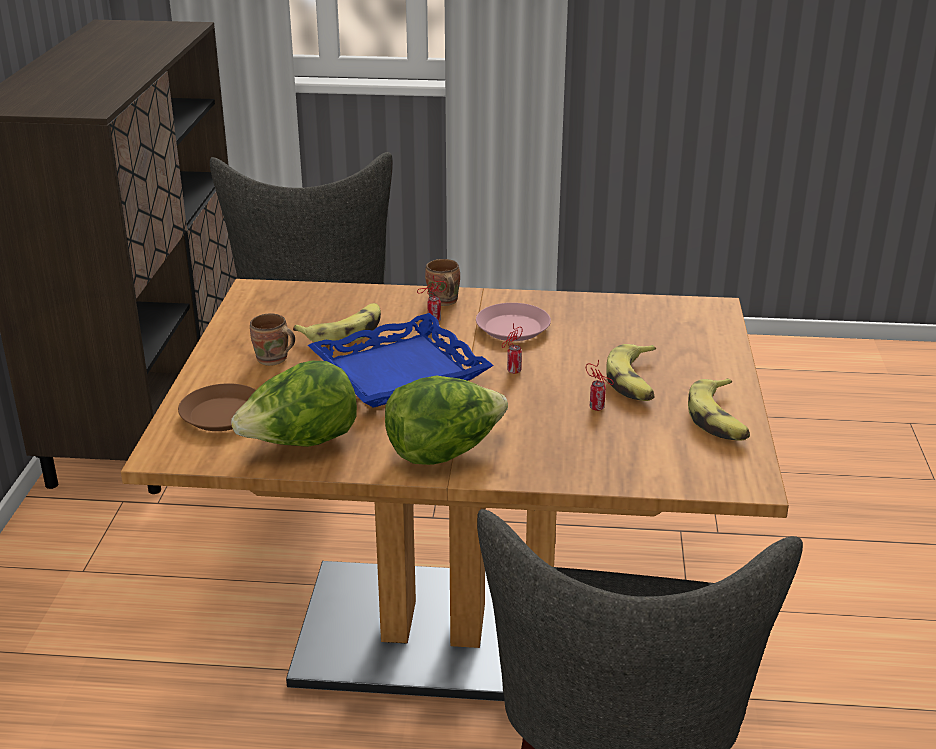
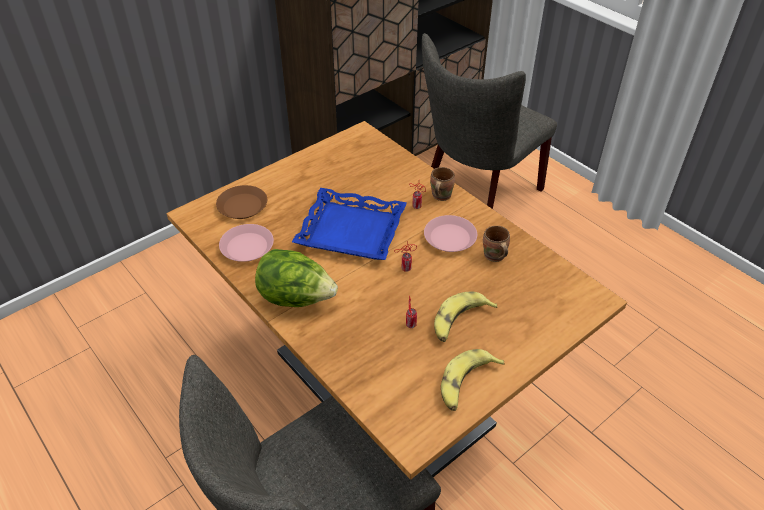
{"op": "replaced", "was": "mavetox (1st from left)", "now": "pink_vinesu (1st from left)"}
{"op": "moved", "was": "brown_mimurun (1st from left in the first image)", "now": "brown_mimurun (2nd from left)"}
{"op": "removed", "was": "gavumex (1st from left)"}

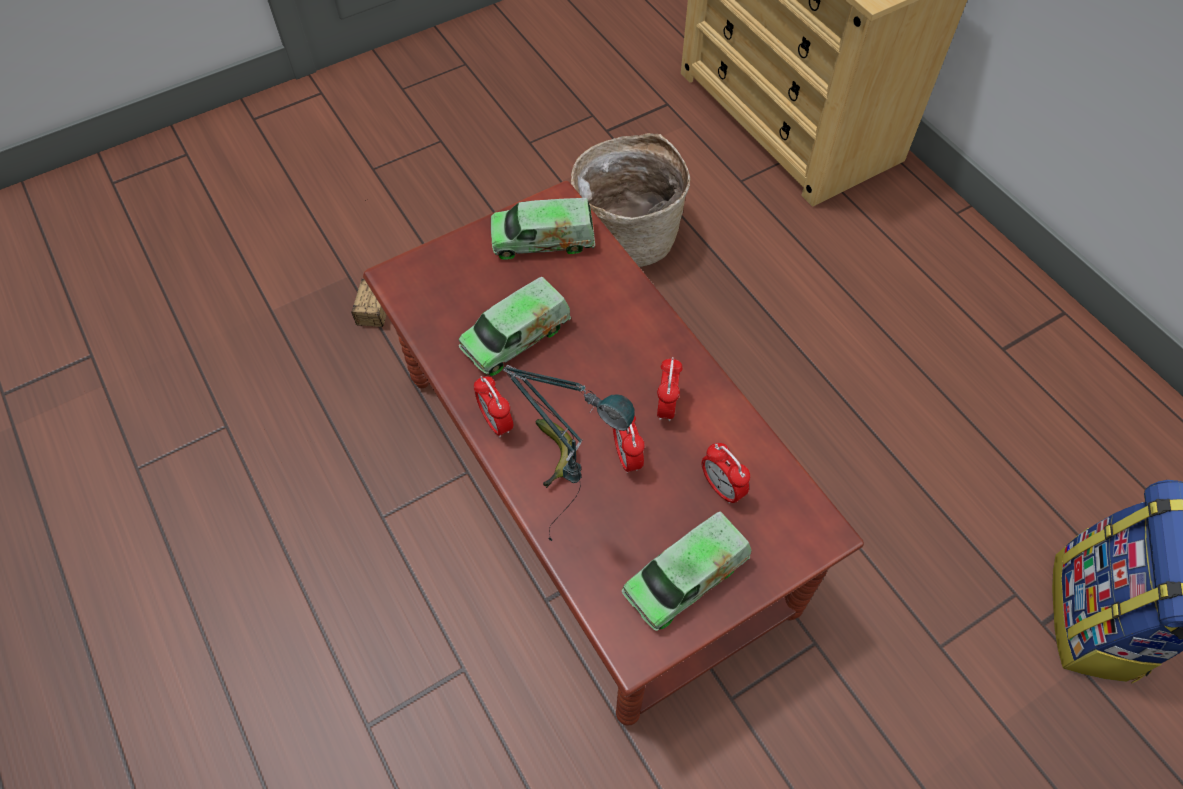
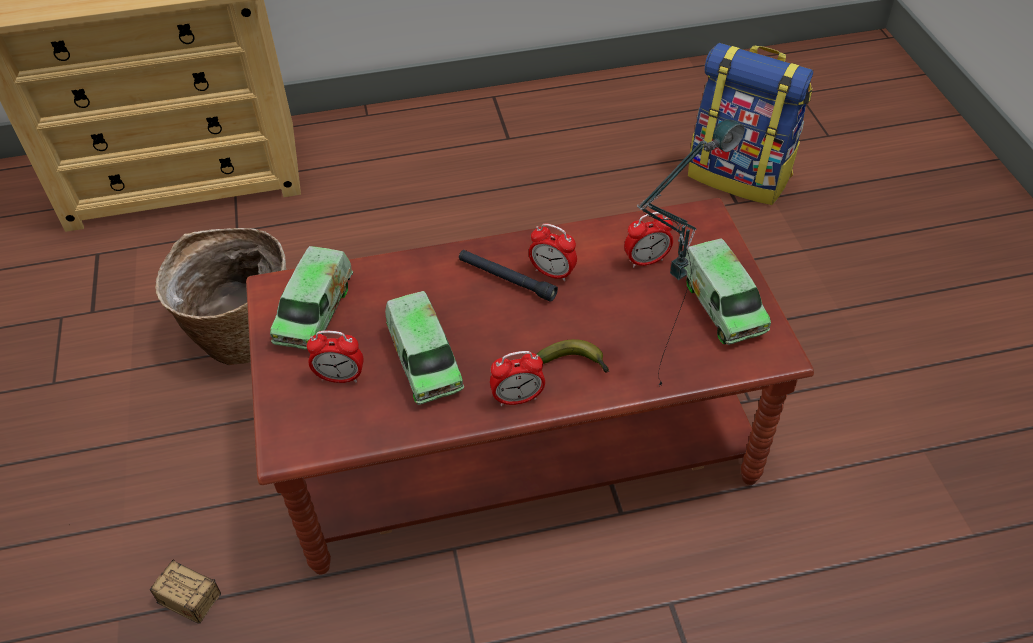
{"op": "moved", "was": "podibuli (2nd from left in the first image)", "now": "podibuli (1st from left)"}
{"op": "added", "now": "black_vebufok"}

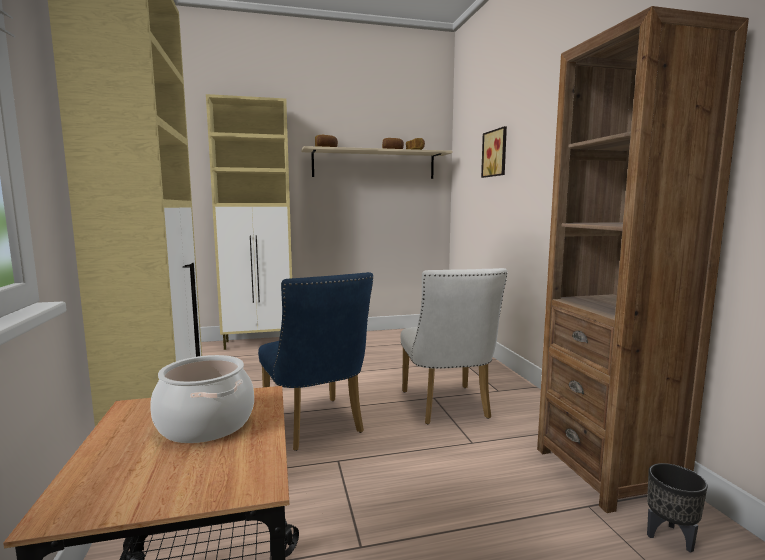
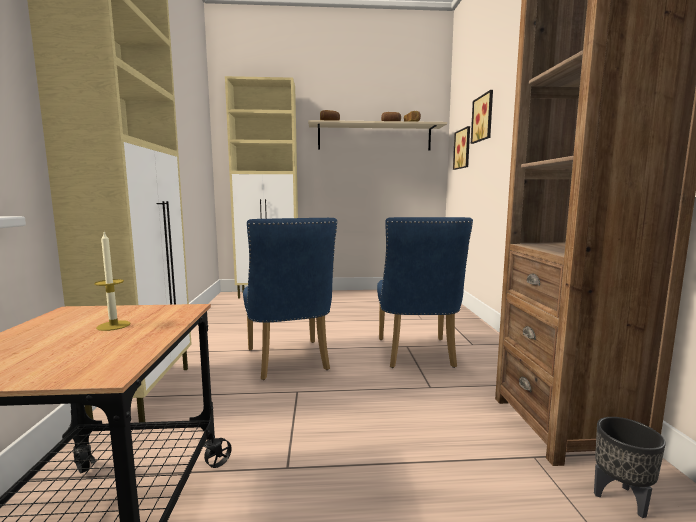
{"op": "replaced", "was": "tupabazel", "now": "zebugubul"}
{"op": "recoloured", "was": "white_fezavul", "now": "blue_fezavul (2nd from left)"}
{"op": "added", "now": "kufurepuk (1st from left)"}

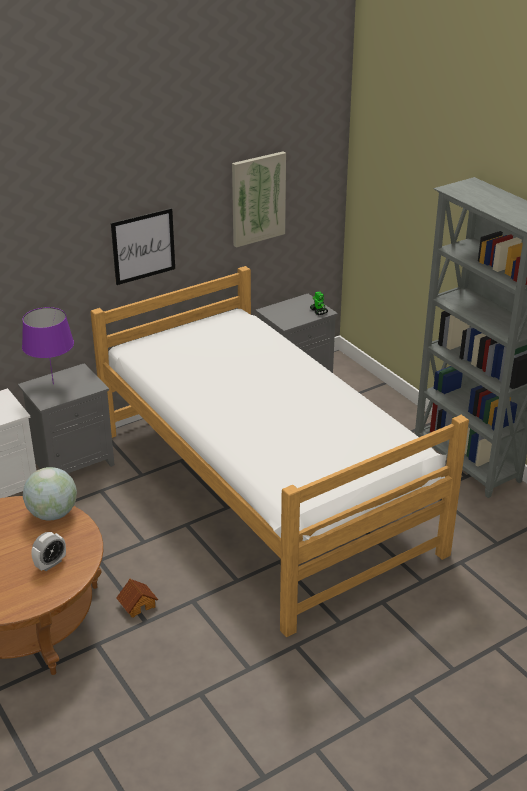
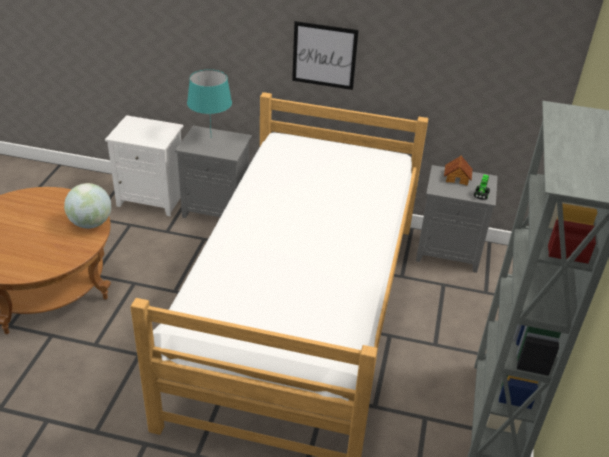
{"op": "recoloured", "was": "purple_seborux", "now": "turquoise_seborux"}
{"op": "removed", "was": "podibuli"}
{"op": "moved", "was": "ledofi"}
{"op": "removed", "was": "kufurepuk (2nd from left)"}

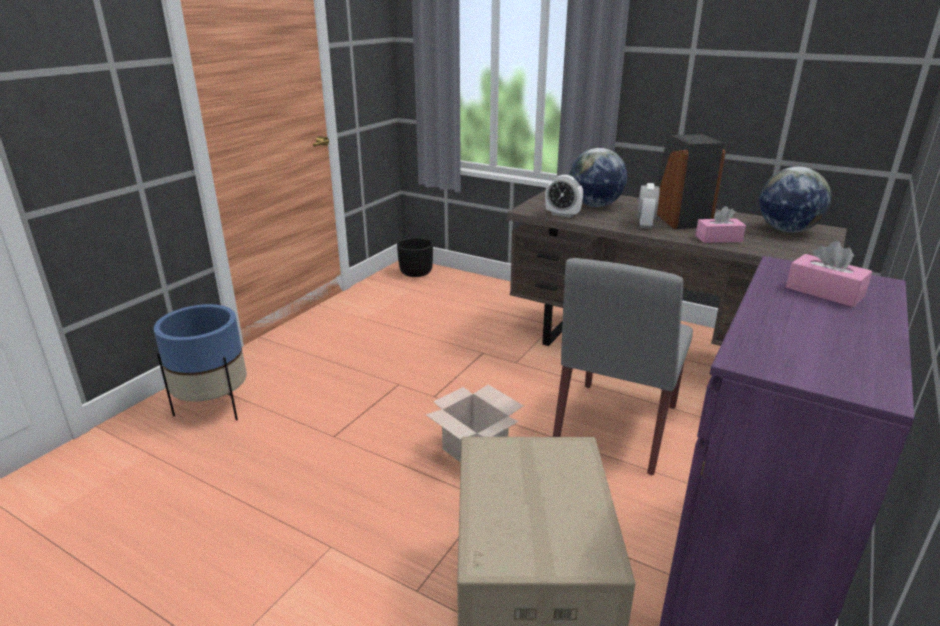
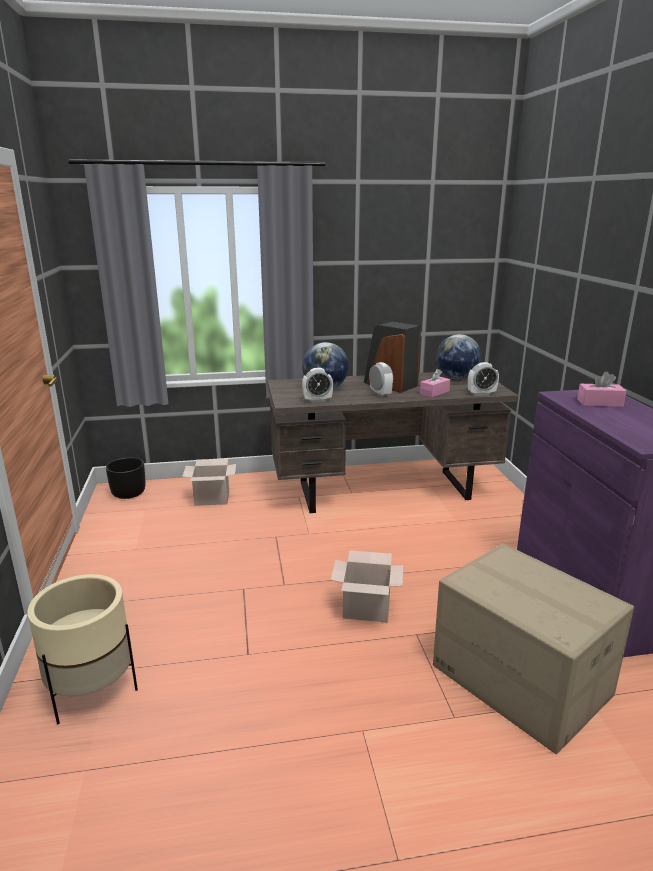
{"op": "recoloured", "was": "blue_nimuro", "now": "beige_nimuro"}
{"op": "removed", "was": "grey_fezavul"}
{"op": "added", "now": "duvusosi (1st from left)"}
{"op": "added", "now": "podibuli (3rd from left)"}

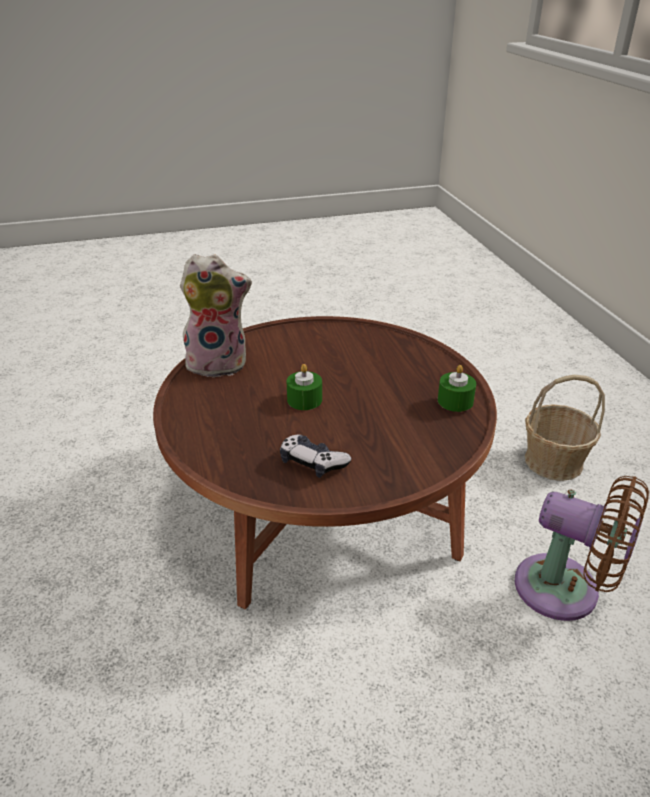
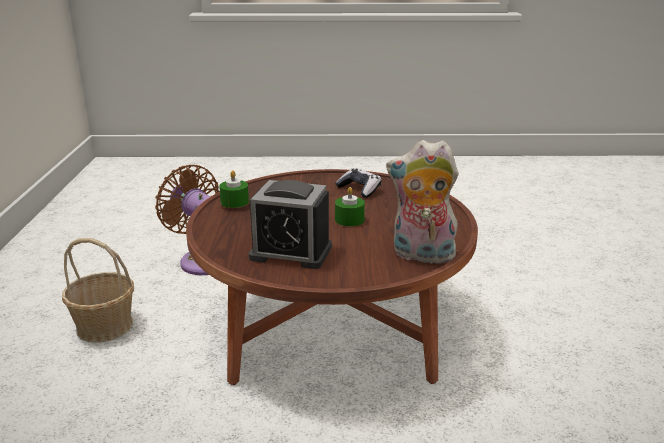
{"op": "added", "now": "podibuli"}

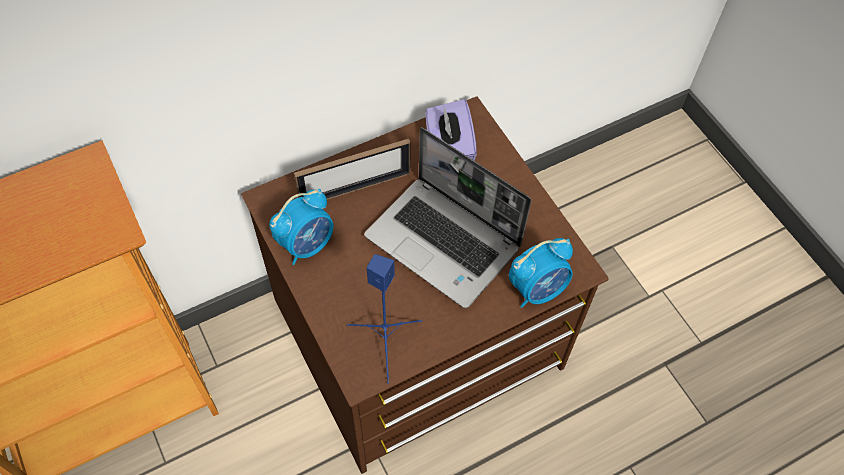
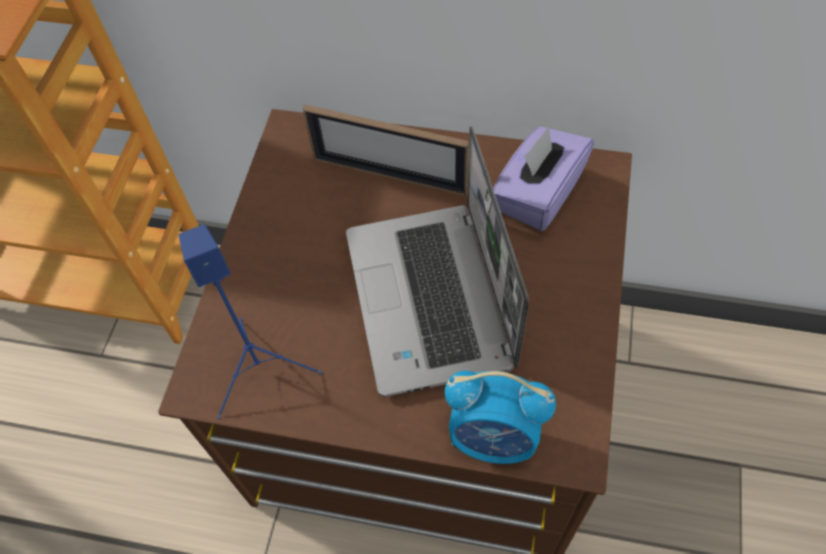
{"op": "removed", "was": "podibuli (1st from left)"}

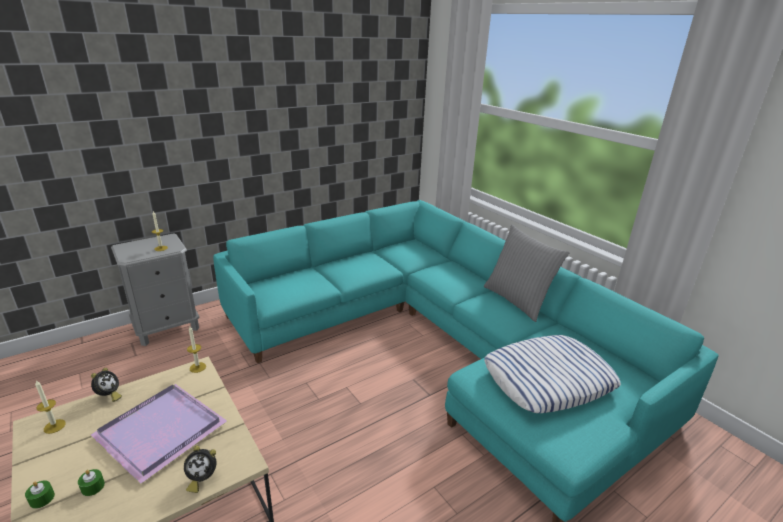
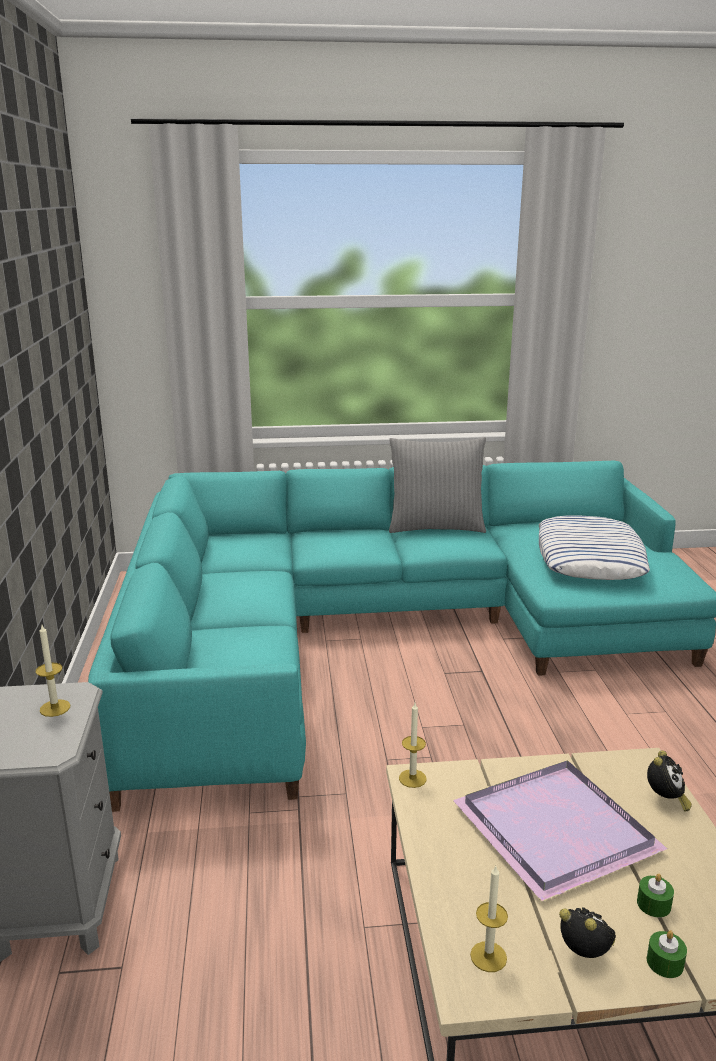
{"op": "moved", "was": "podibuli (1st from left)"}

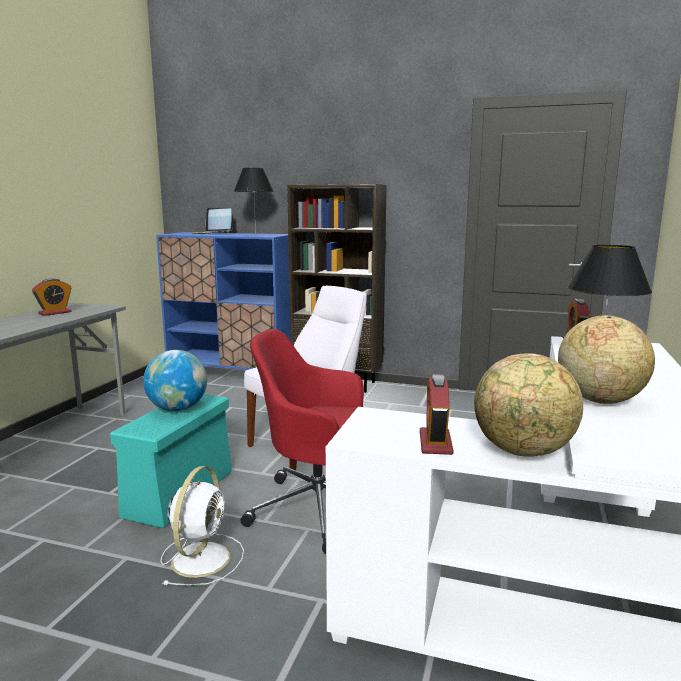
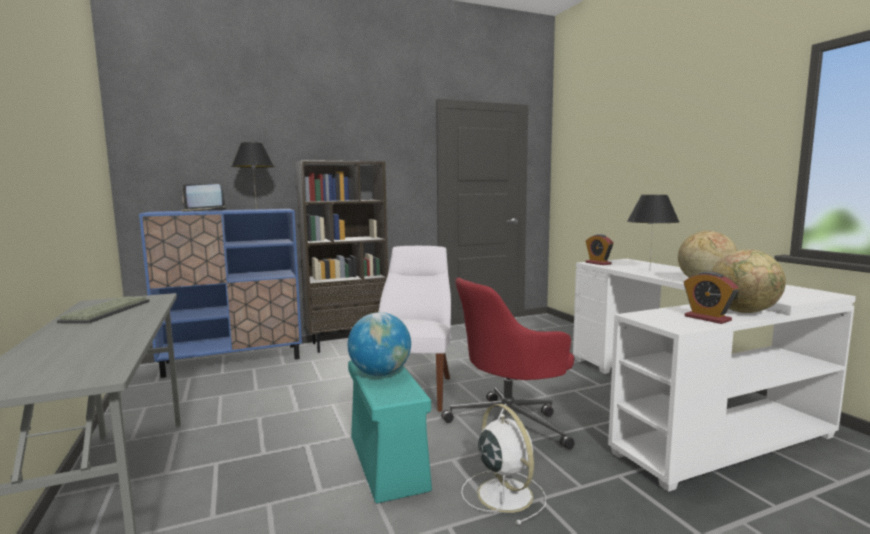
{"op": "replaced", "was": "podibuli (1st from left)", "now": "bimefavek"}

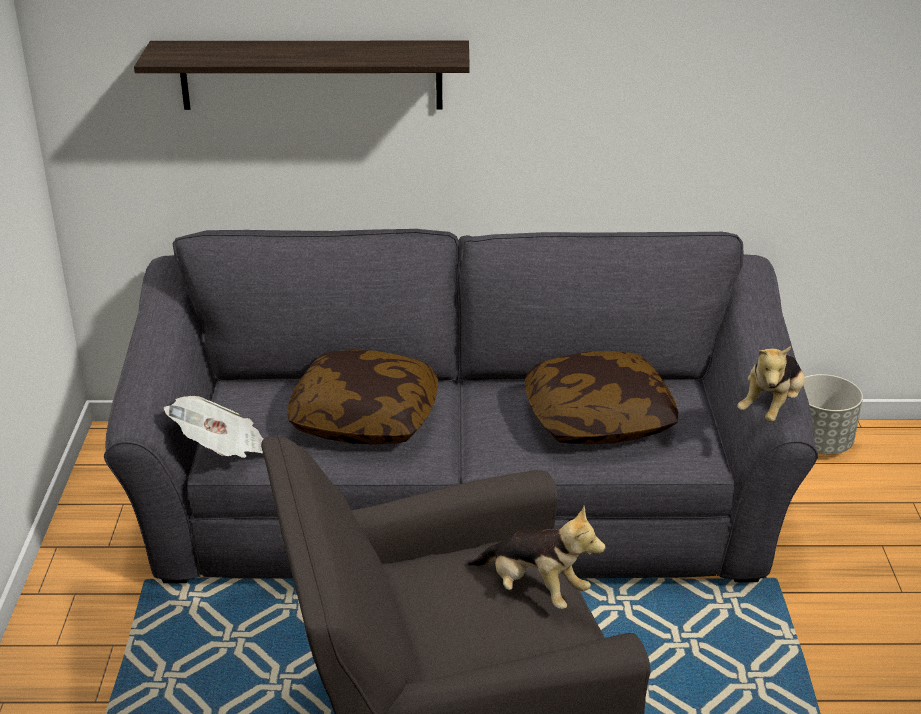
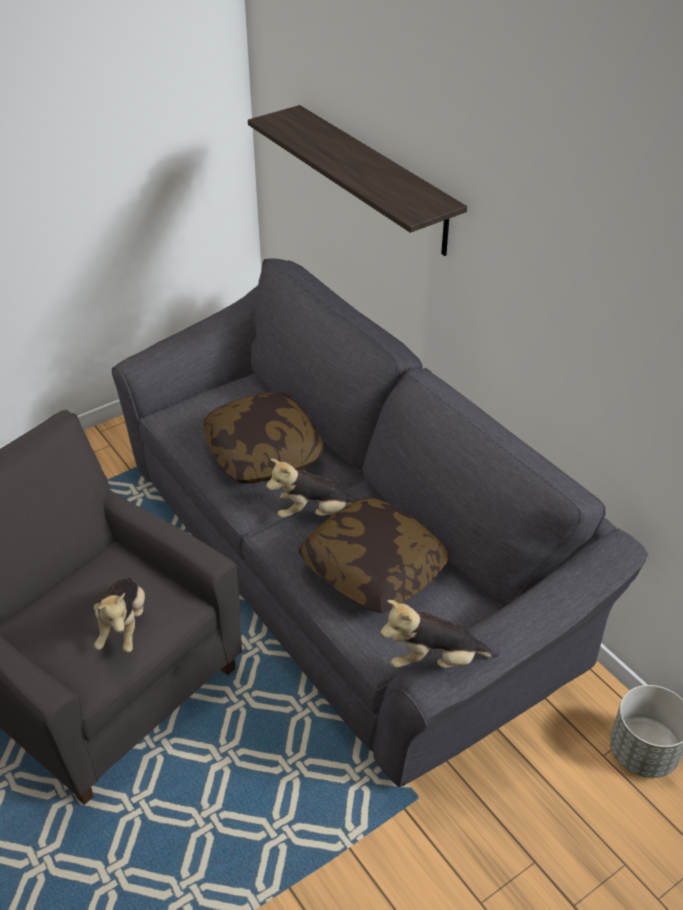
{"op": "removed", "was": "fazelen"}
{"op": "added", "now": "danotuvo (2nd from left)"}

